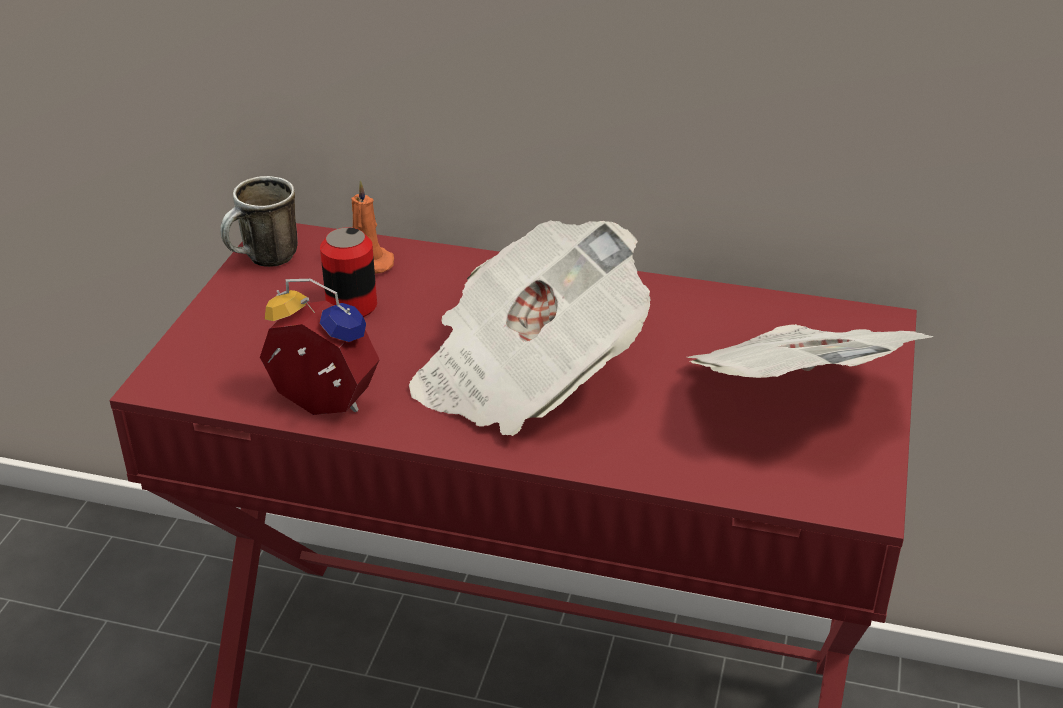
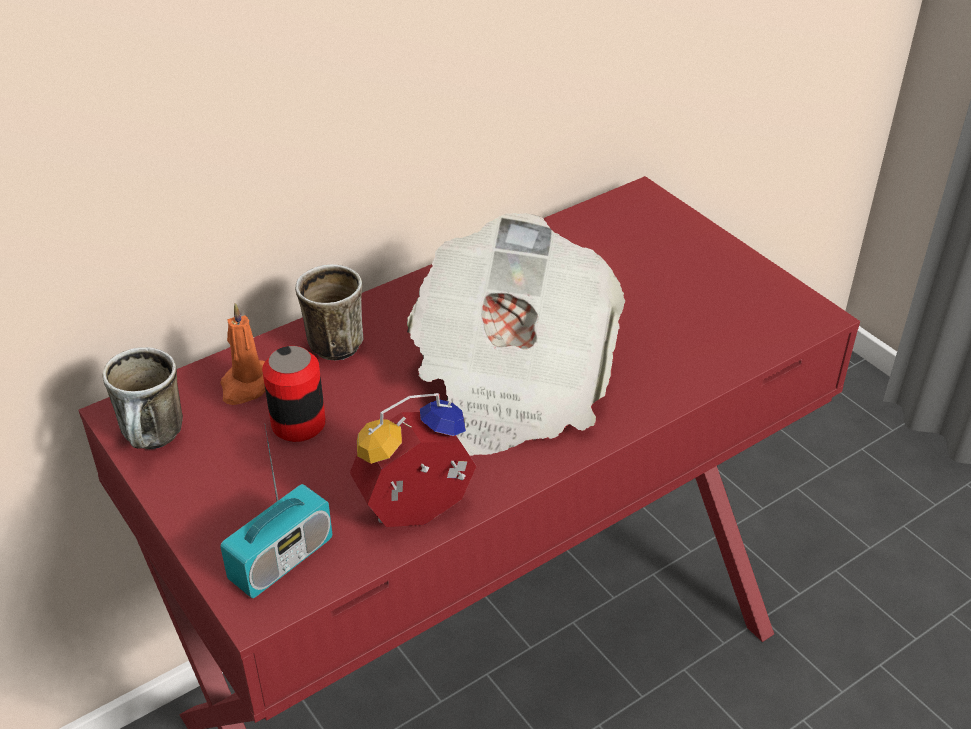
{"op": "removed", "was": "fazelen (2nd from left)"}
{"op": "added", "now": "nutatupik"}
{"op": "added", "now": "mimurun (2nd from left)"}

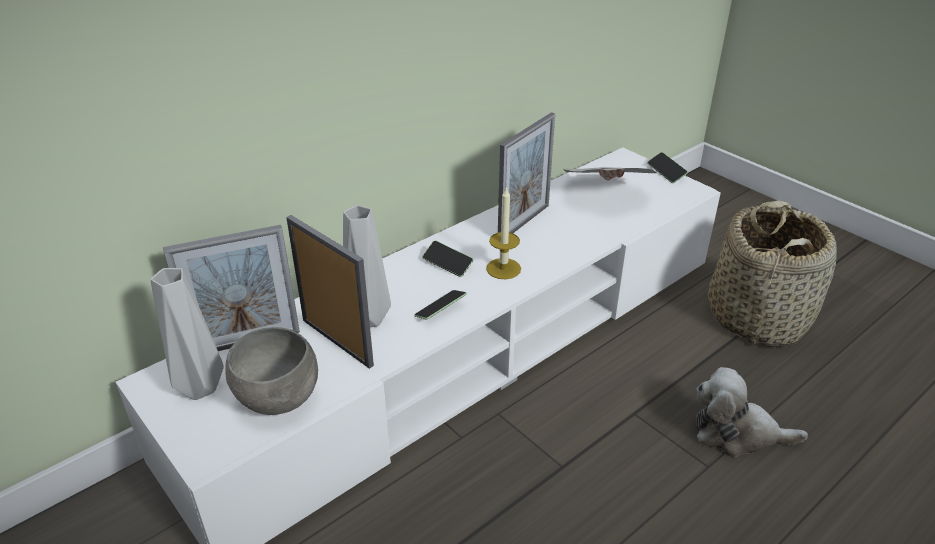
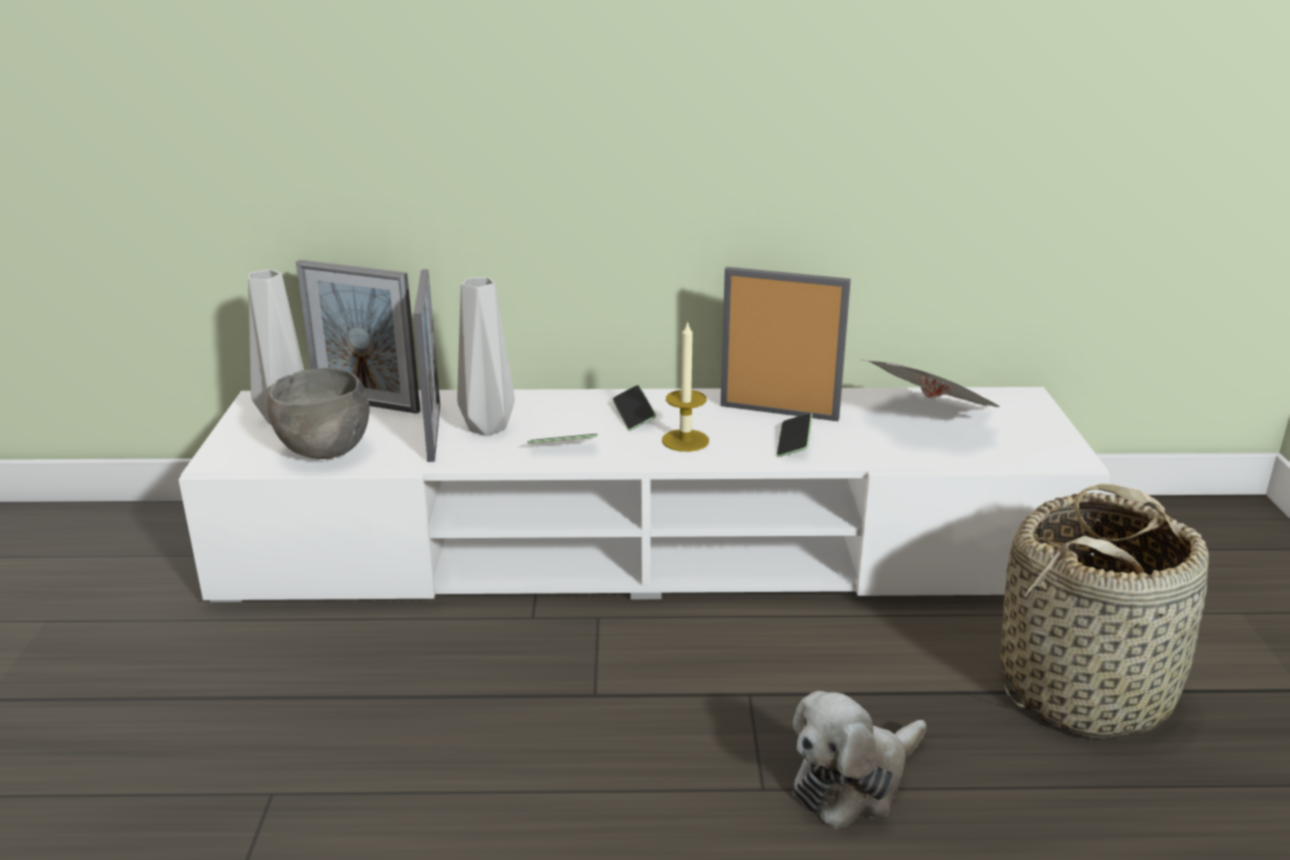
{"op": "turned", "was": "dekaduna (3rd from left)", "clockwise": -150}
{"op": "moved", "was": "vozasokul (3rd from left)"}
{"op": "turned", "was": "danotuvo", "clockwise": -90}

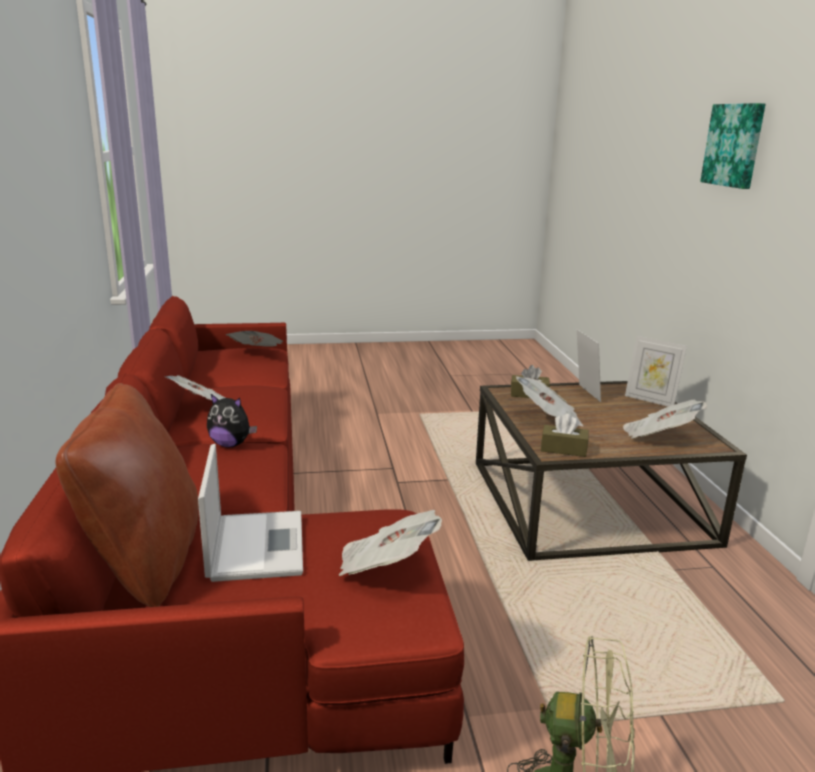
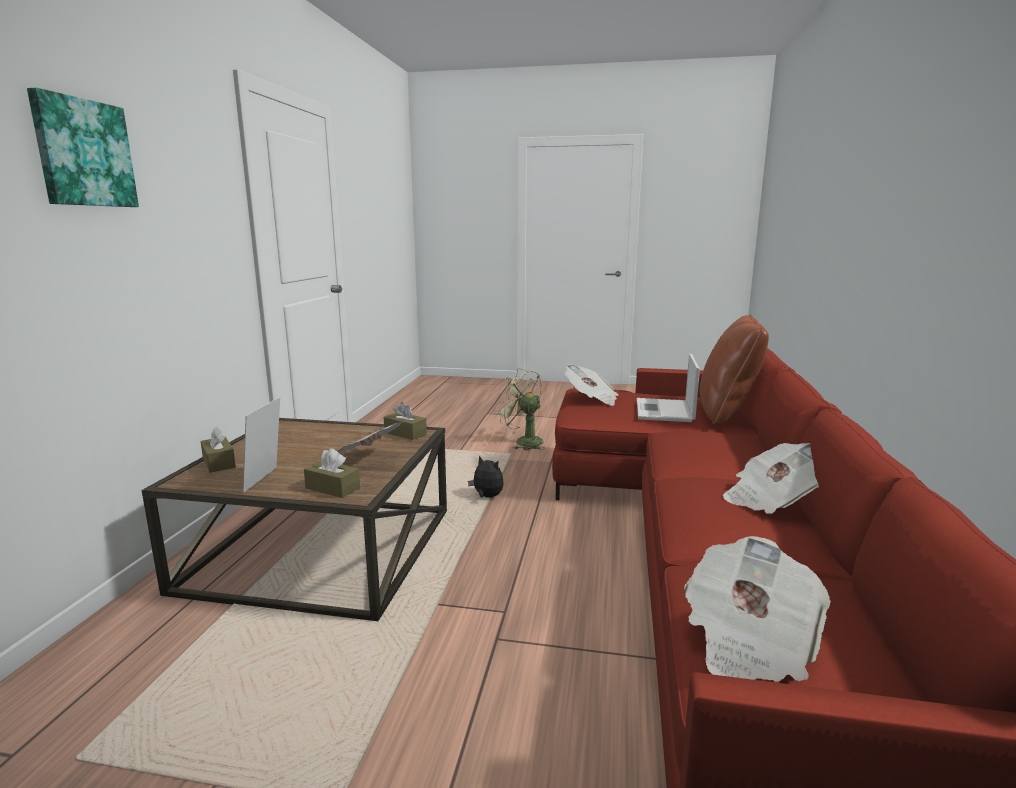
{"op": "moved", "was": "danotuvo"}
{"op": "removed", "was": "fazelen (5th from left)"}
{"op": "replaced", "was": "dekaduna (2nd from left)", "now": "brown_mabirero (1st from left)"}

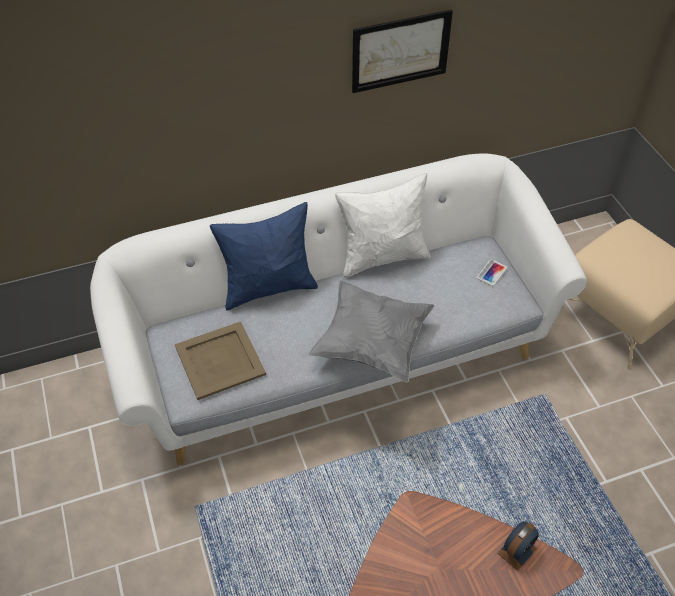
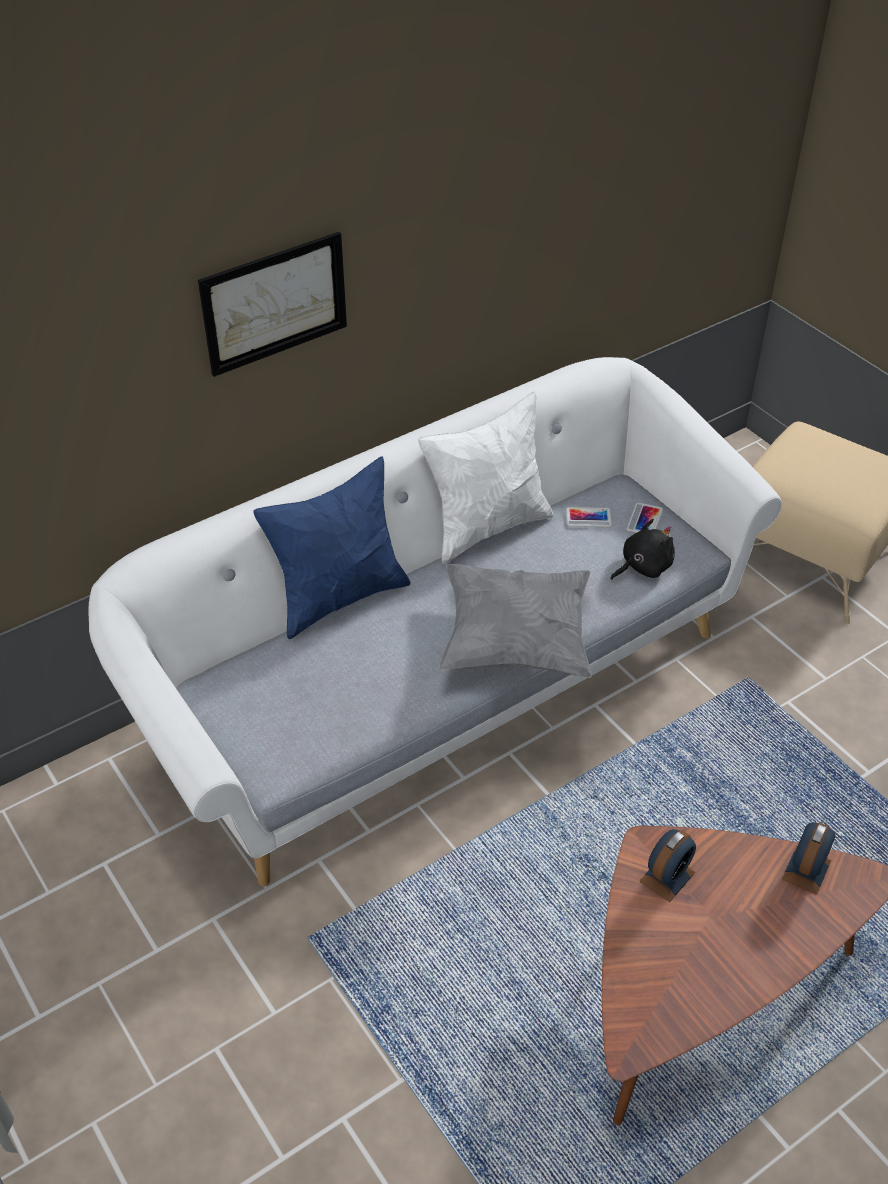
{"op": "removed", "was": "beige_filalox"}
{"op": "moved", "was": "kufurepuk"}
{"op": "added", "now": "vozasokul (1st from left)"}
{"op": "added", "now": "black_danotuvo"}
{"op": "added", "now": "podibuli (1st from left)"}

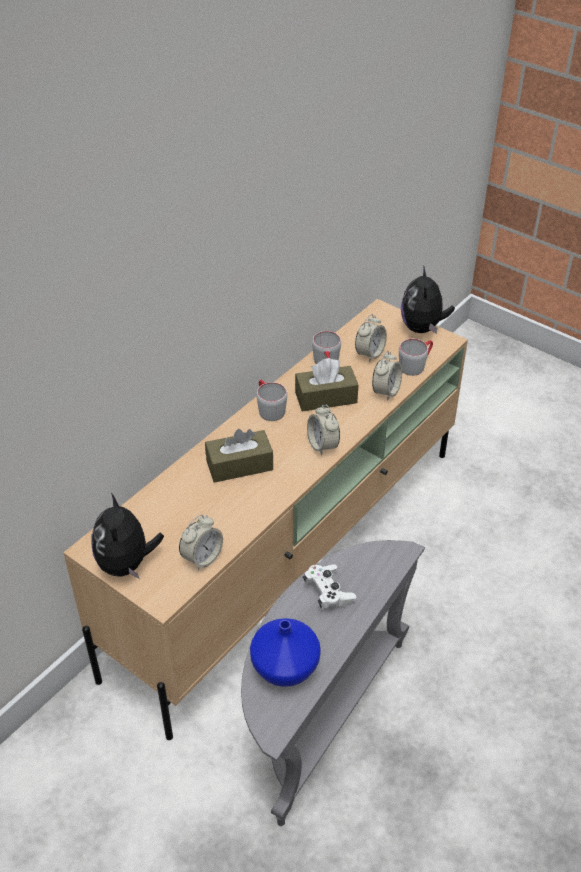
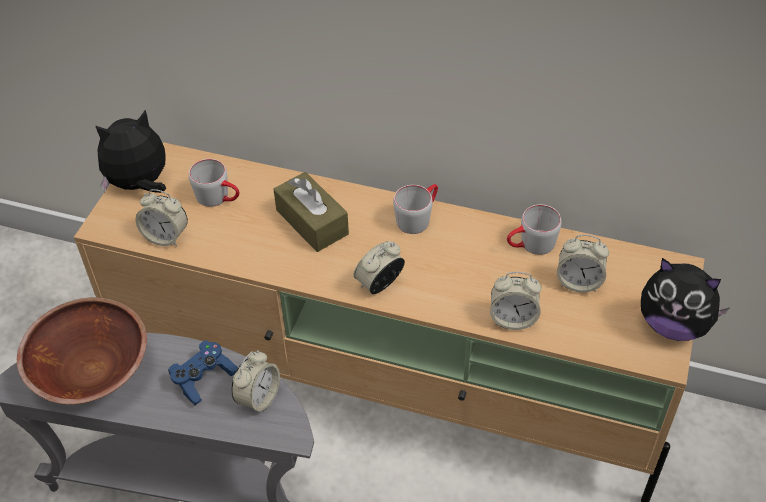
{"op": "replaced", "was": "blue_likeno", "now": "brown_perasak"}
{"op": "removed", "was": "brown_mabirero (2nd from left)"}
{"op": "recoloured", "was": "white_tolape", "now": "blue_tolape"}
{"op": "moved", "was": "grey_mimurun (3rd from left in the first image)", "now": "grey_mimurun (1st from left)"}
{"op": "turned", "was": "danotuvo (2nd from left)", "clockwise": -135}
{"op": "added", "now": "podibuli (2nd from left)"}

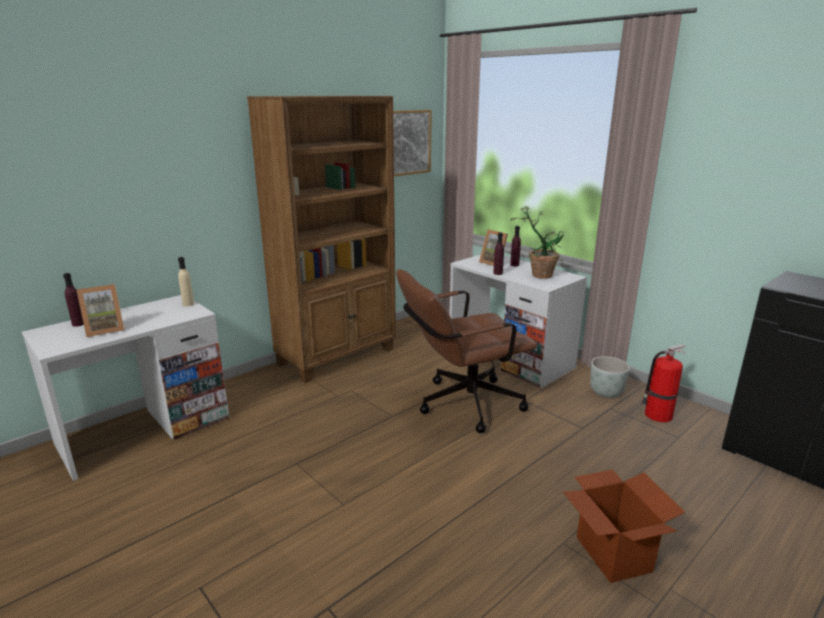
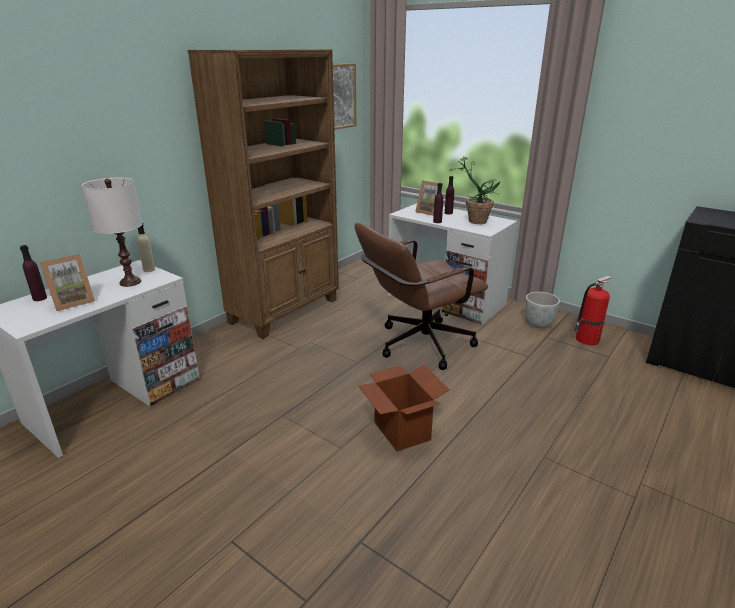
{"op": "moved", "was": "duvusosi"}
{"op": "added", "now": "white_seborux"}

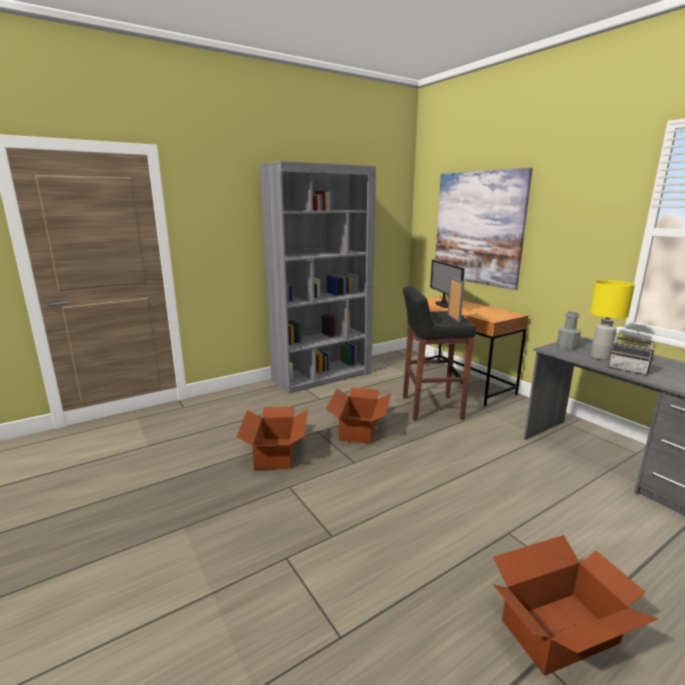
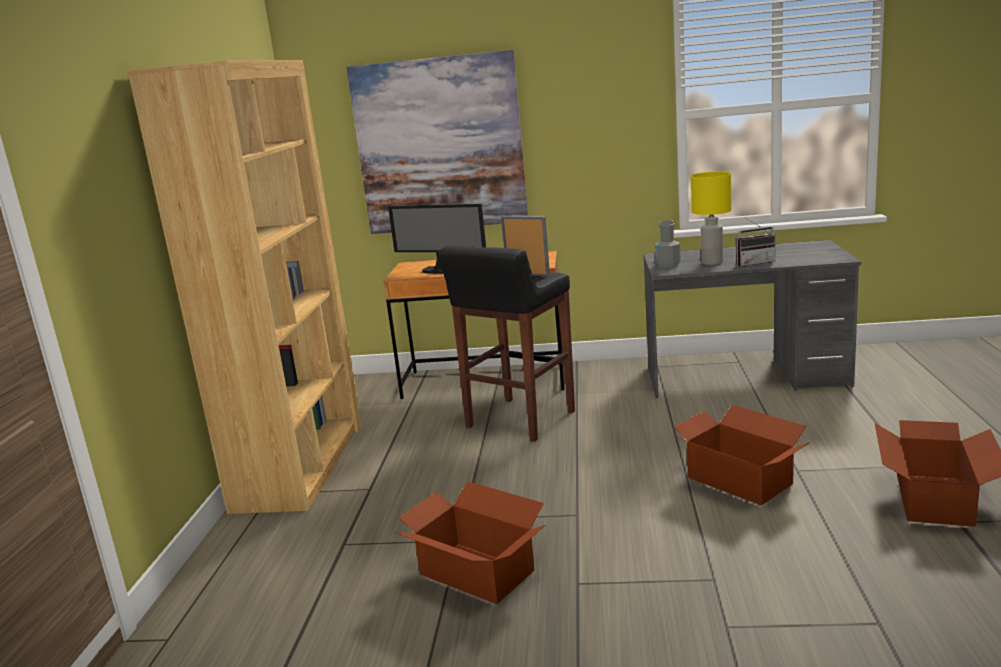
{"op": "recoloured", "was": "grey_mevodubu", "now": "brown_mevodubu"}
{"op": "moved", "was": "duvusosi (2nd from left)"}

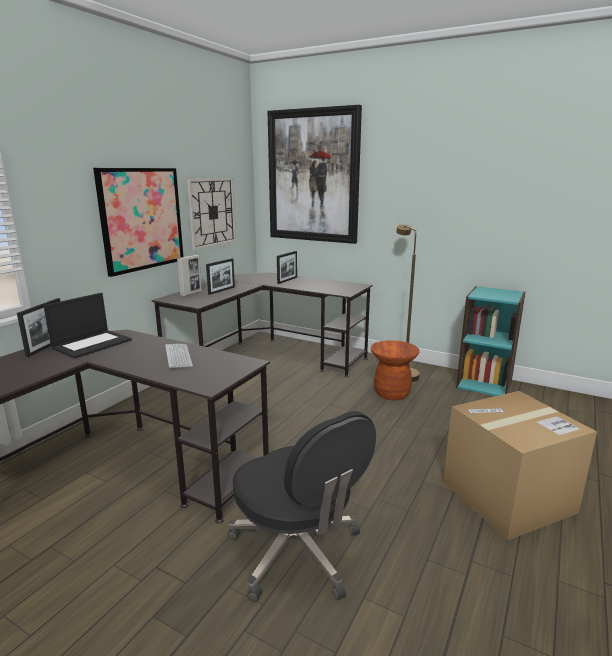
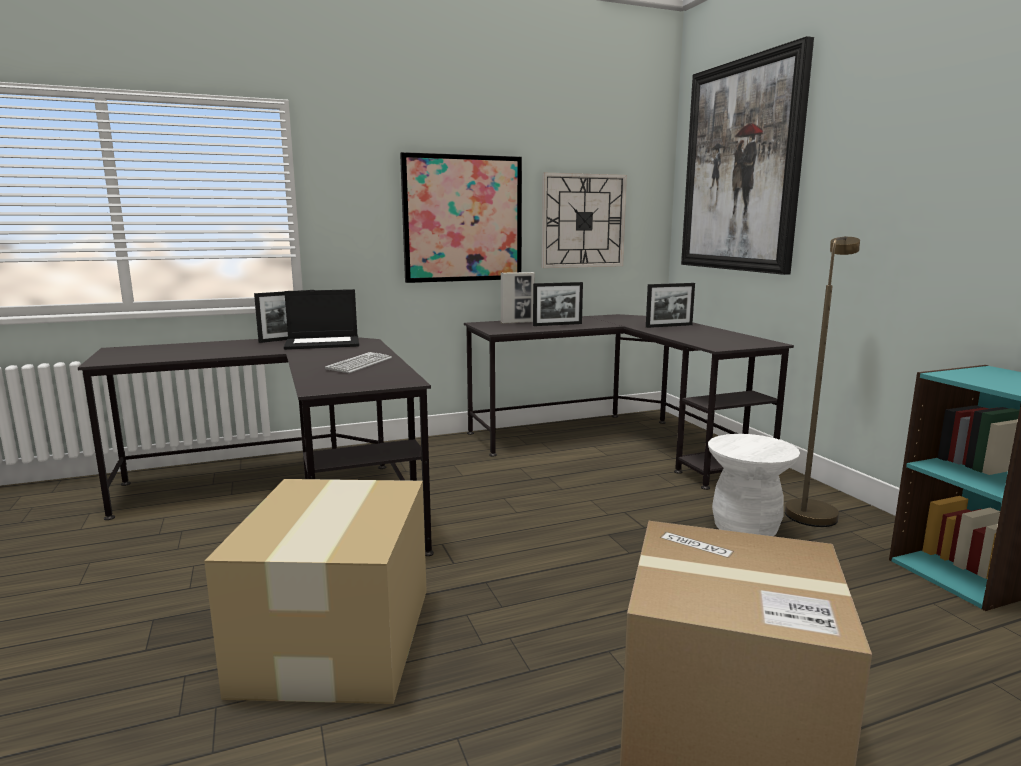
{"op": "replaced", "was": "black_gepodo", "now": "duvusosi (1st from left)"}
{"op": "recoloured", "was": "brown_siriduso", "now": "white_siriduso"}

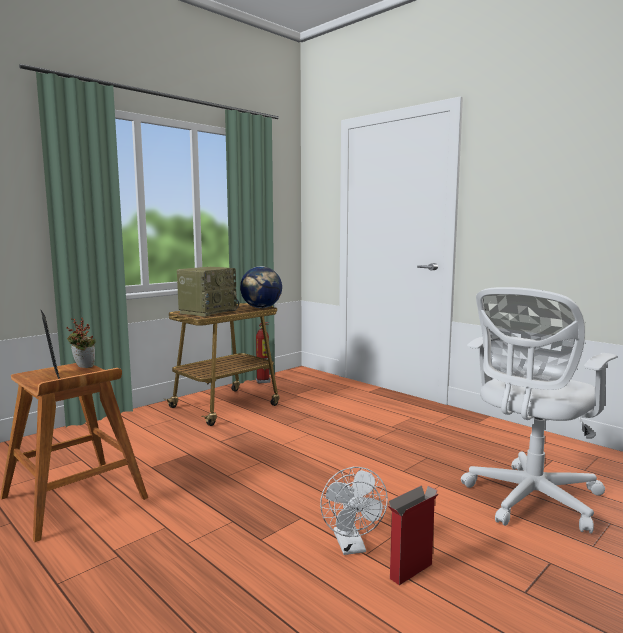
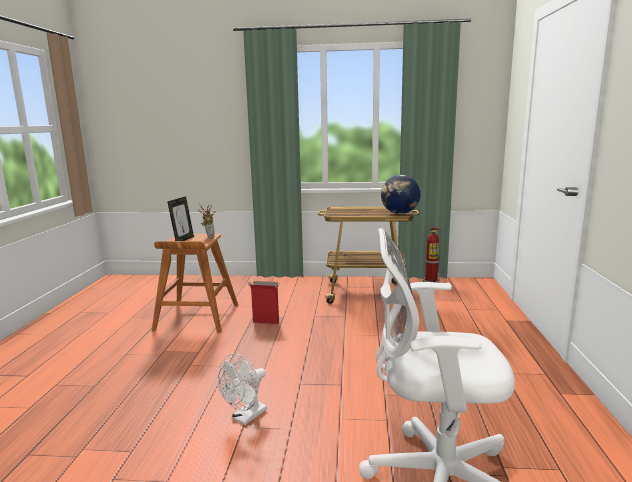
{"op": "removed", "was": "nutatupik"}
{"op": "moved", "was": "duvusosi"}

